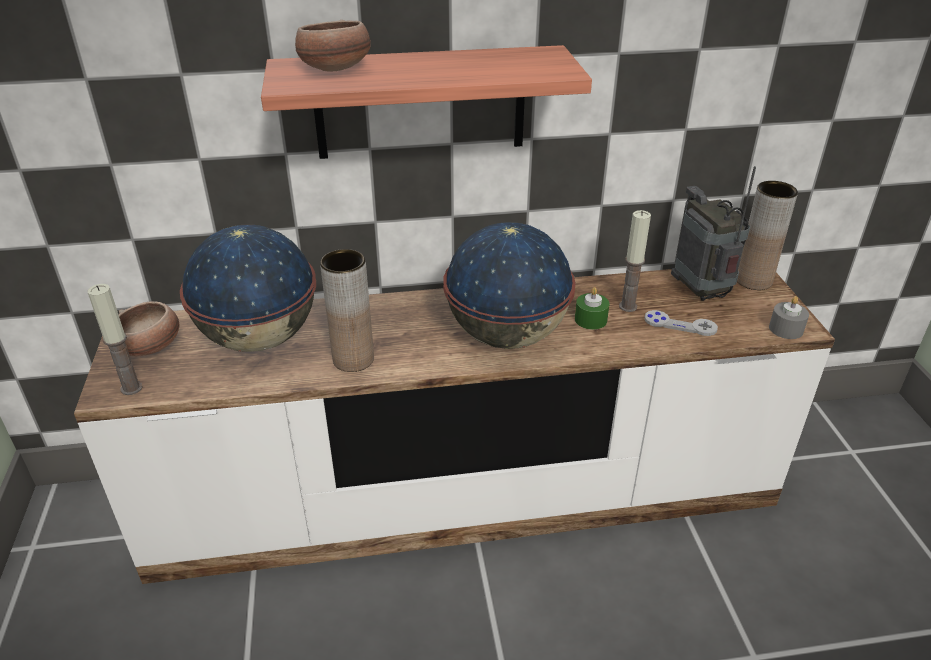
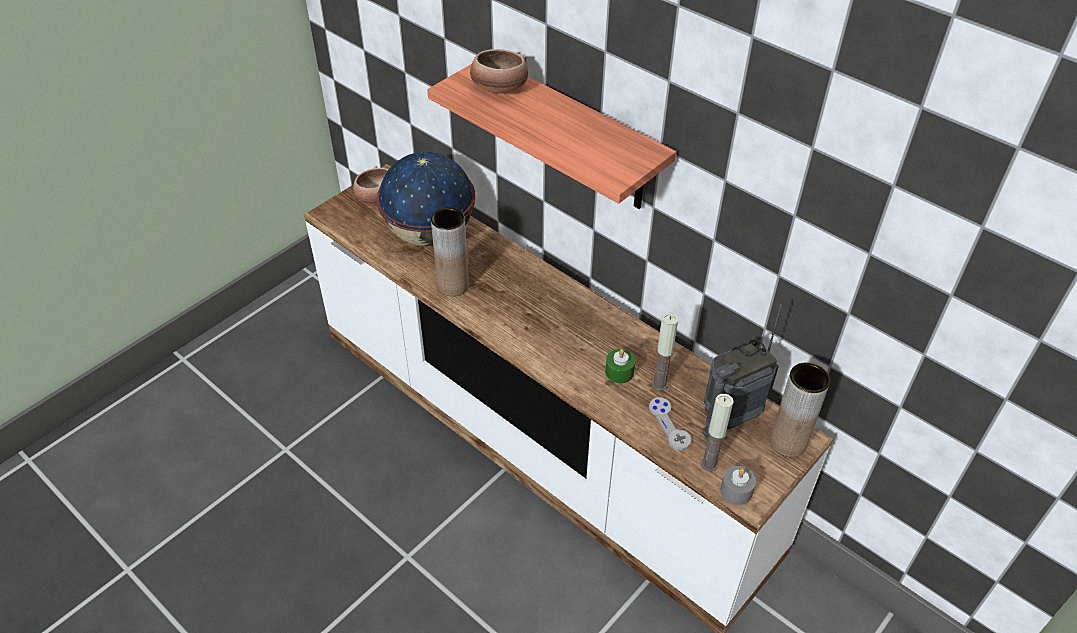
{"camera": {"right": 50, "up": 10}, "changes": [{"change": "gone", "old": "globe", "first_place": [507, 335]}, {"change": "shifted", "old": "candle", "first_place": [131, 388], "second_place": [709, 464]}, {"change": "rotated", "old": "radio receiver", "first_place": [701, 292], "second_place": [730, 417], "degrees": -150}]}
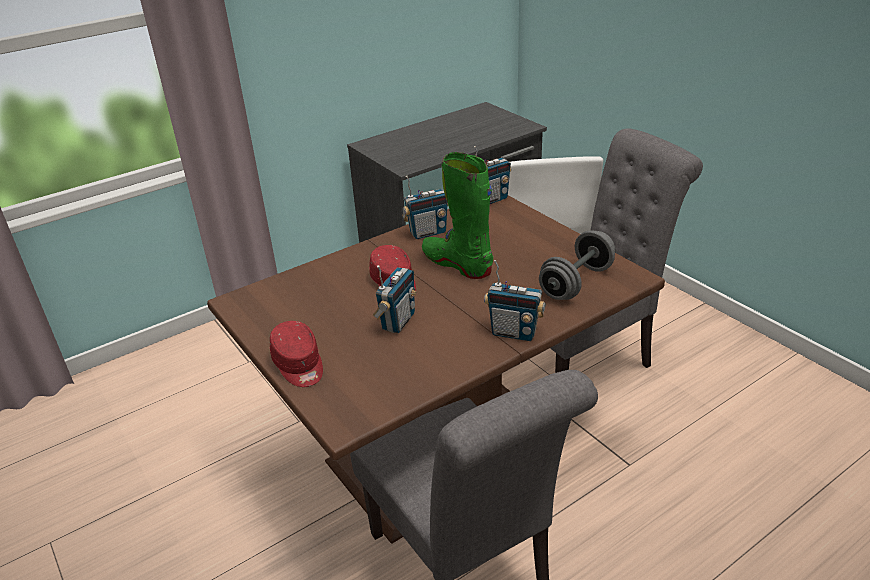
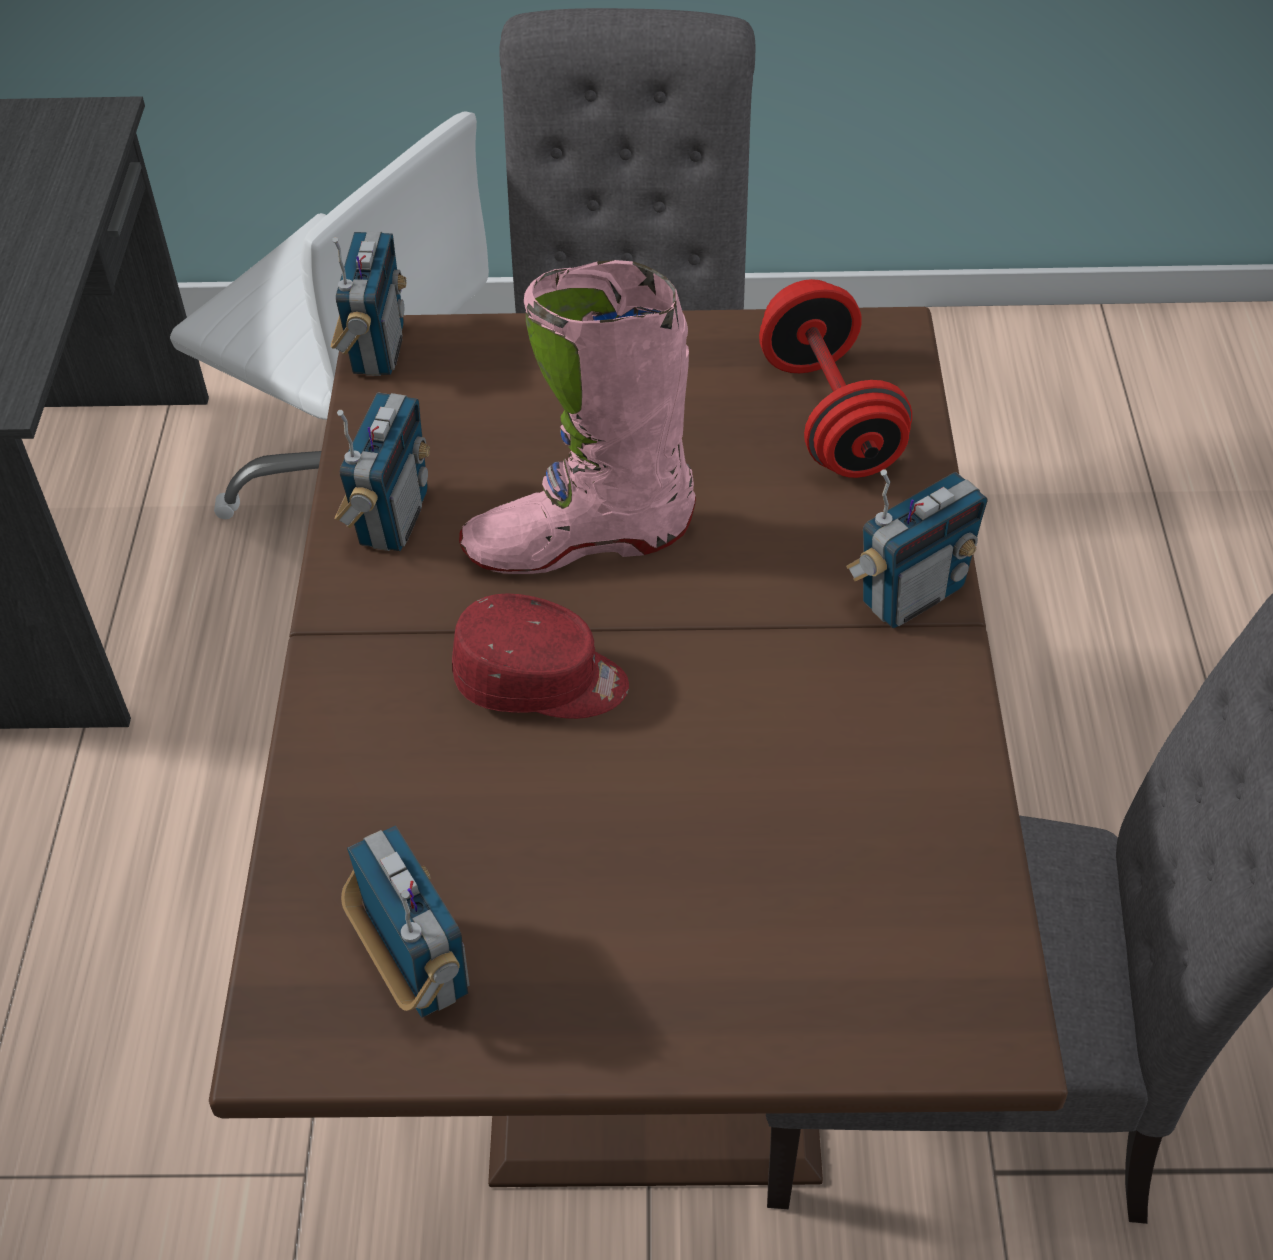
{"camera": {"right": -55, "up": 15}, "changes": [{"change": "gone", "old": "red peaked cap", "first_place": [299, 365]}, {"change": "shifted", "old": "radio receiver", "first_place": [397, 321], "second_place": [417, 967]}, {"change": "repainted", "old": "greenish high-top boot", "new": "pink-coloured high-top boot", "first_place": [457, 264], "second_place": [579, 541]}, {"change": "repainted", "old": "greyish free weight", "new": "red free weight", "first_place": [576, 283], "second_place": [830, 416]}]}
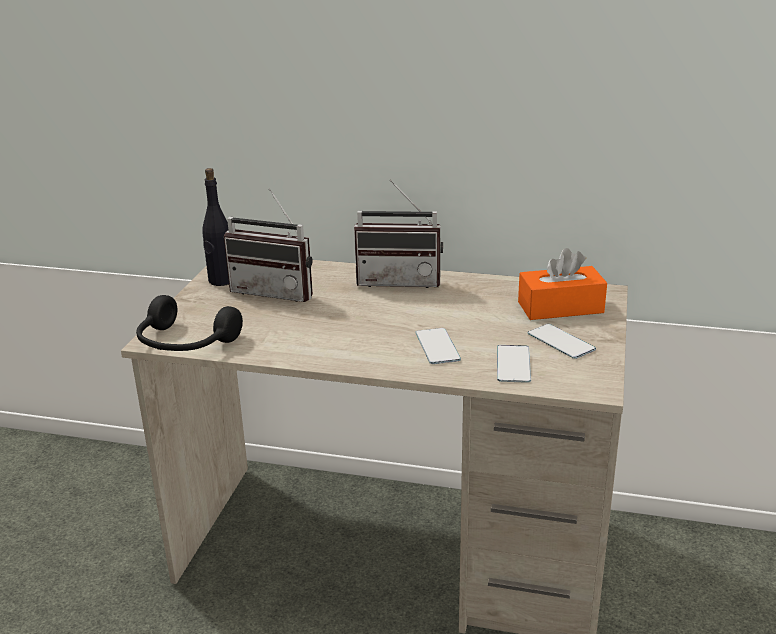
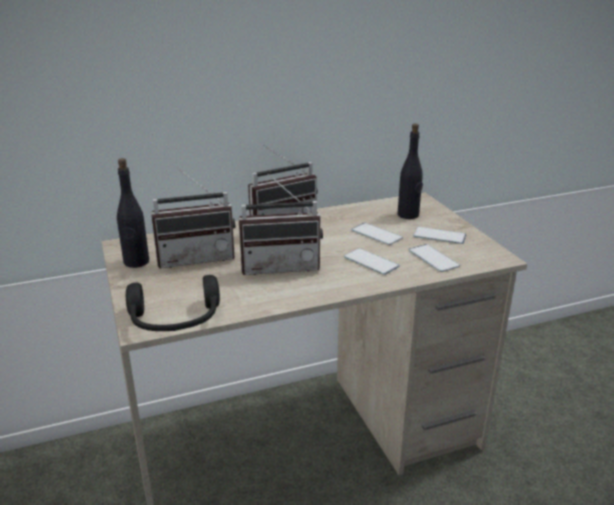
{"camera": {"right": -35, "up": 0}, "changes": [{"change": "new", "new": "radio receiver", "second_place": [281, 266]}, {"change": "new", "new": "telephone", "second_place": [376, 234]}, {"change": "swapped", "old": "orange-coloured box of tissues", "new": "black-coloured beverage bottle", "first_place": [560, 307], "second_place": [408, 215]}]}
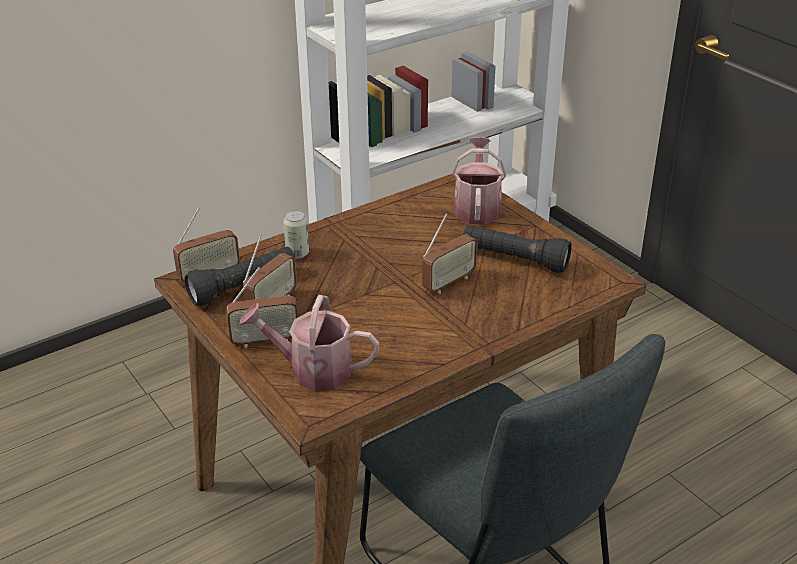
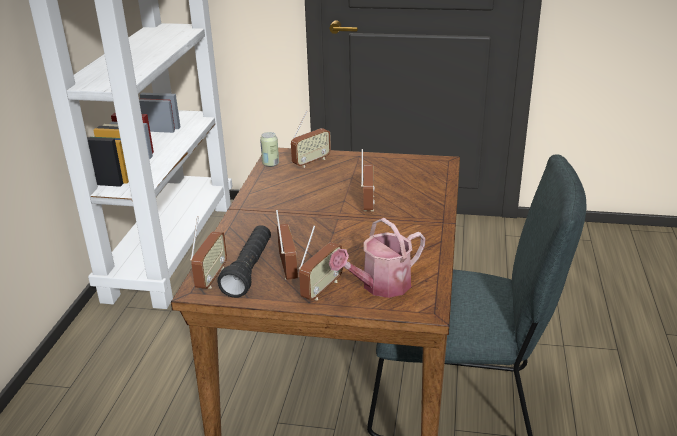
{"camera": {"right": -45, "up": -5}, "changes": [{"change": "gone", "old": "black-coloured hand torch", "first_place": [514, 260]}, {"change": "shifted", "old": "metal can", "first_place": [297, 253], "second_place": [270, 164]}, {"change": "swapped", "old": "watering pot", "new": "radio receiver", "first_place": [477, 207], "second_place": [311, 162]}]}
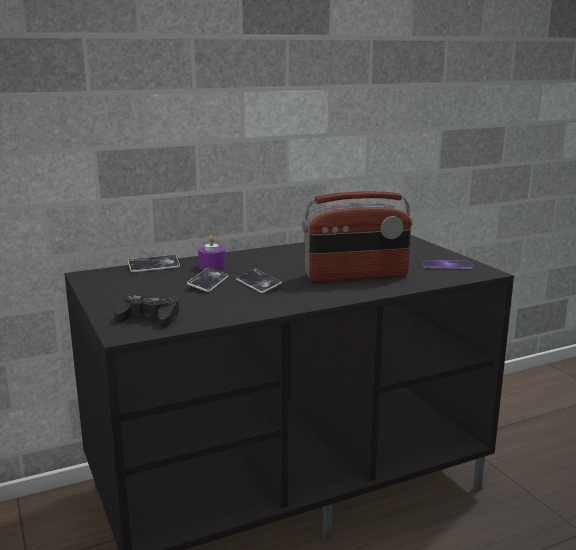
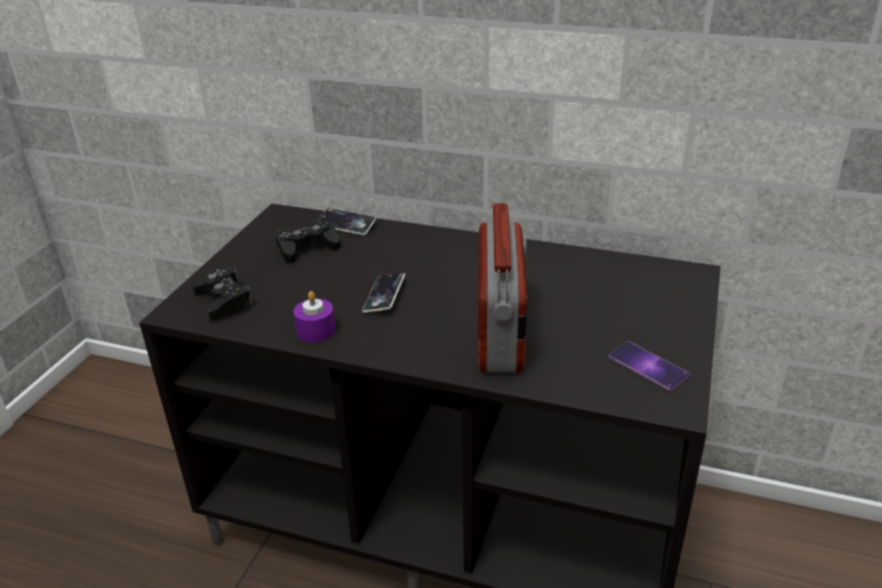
{"camera": {"right": 45, "up": 15}, "changes": [{"change": "gone", "old": "telephone", "first_place": [208, 283]}, {"change": "new", "new": "black-coloured joypad", "second_place": [307, 247]}, {"change": "shifted", "old": "purplish candle", "first_place": [212, 266], "second_place": [316, 330]}, {"change": "rotated", "old": "radio receiver", "first_place": [356, 276], "second_place": [501, 331], "degrees": -120}]}
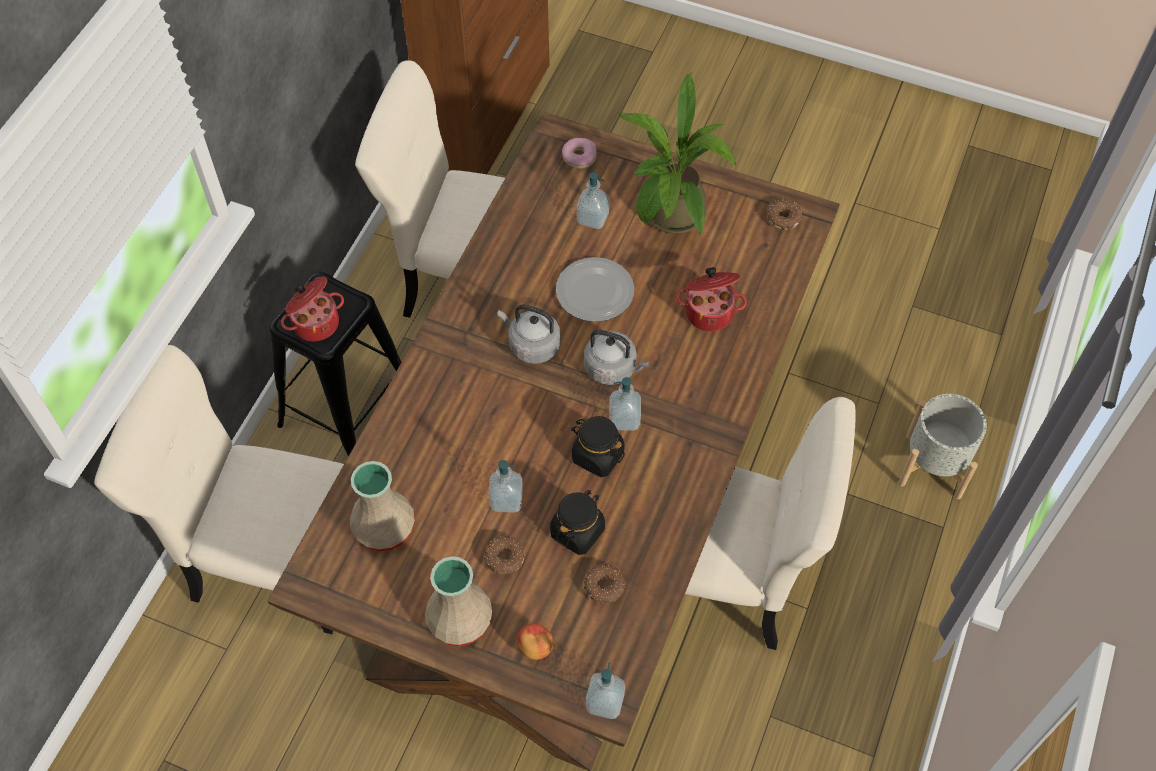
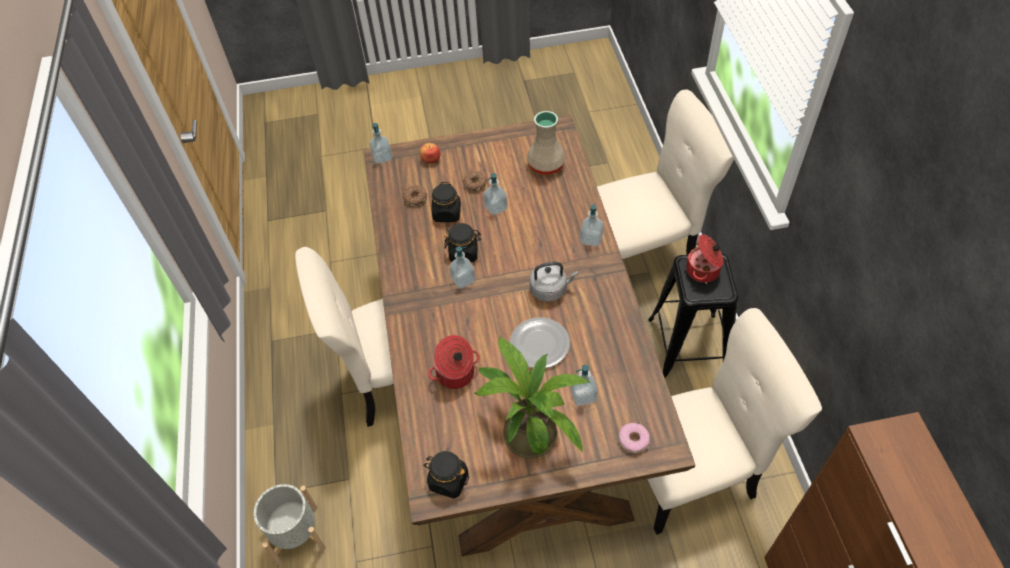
{"camera": {"right": 150, "up": -5}, "changes": [{"change": "gone", "old": "sand-coloured vase", "first_place": [458, 621]}, {"change": "gone", "old": "greyish kettle", "first_place": [613, 368]}, {"change": "new", "new": "soap bottle", "second_place": [591, 239]}, {"change": "swapped", "old": "doughnut", "new": "black-coloured storage jar", "first_place": [783, 217], "second_place": [448, 480]}]}
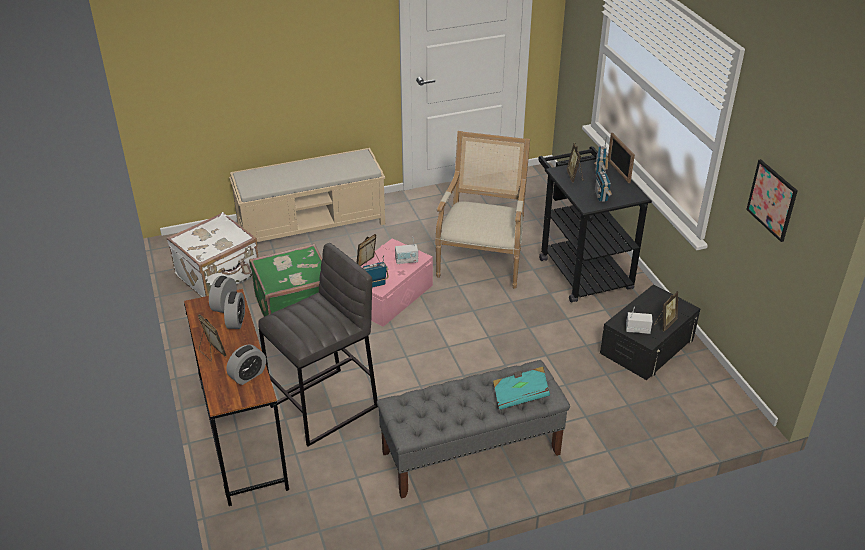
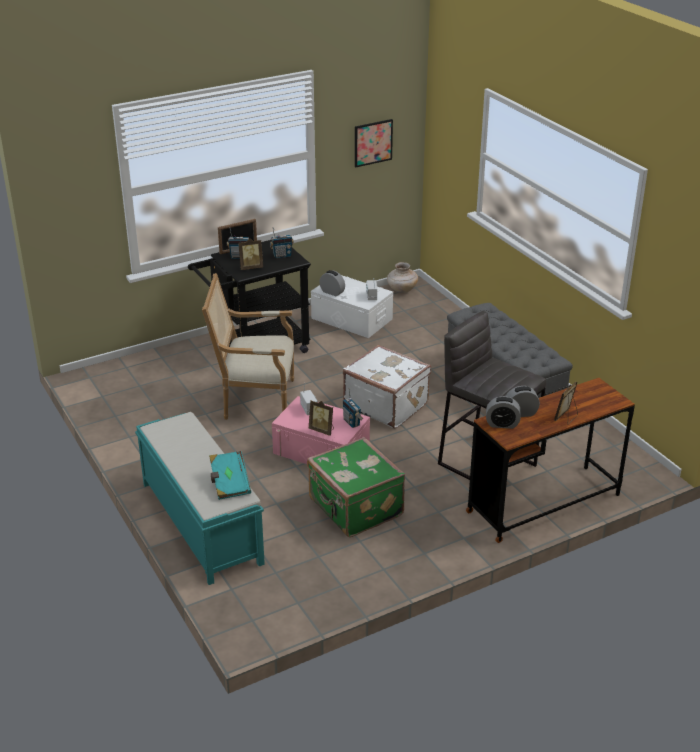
{"camera": {"right": -100, "up": -5}, "changes": [{"change": "gone", "old": "photo frame", "first_place": [664, 323]}, {"change": "new", "new": "sand-coloured vase", "second_place": [401, 290]}, {"change": "shifted", "old": "white travel case", "first_place": [219, 275], "second_place": [386, 404]}, {"change": "shifted", "old": "alarm clock", "first_place": [248, 375], "second_place": [332, 292]}, {"change": "shifted", "old": "blue-green volume", "first_place": [520, 396], "second_place": [229, 483]}, {"change": "repainted", "old": "sand-coloured bench", "new": "blue-green bench", "first_place": [312, 224], "second_place": [200, 522]}, {"change": "repainted", "old": "black-coloured storage container", "new": "white storage container", "first_place": [647, 345], "second_place": [351, 318]}]}
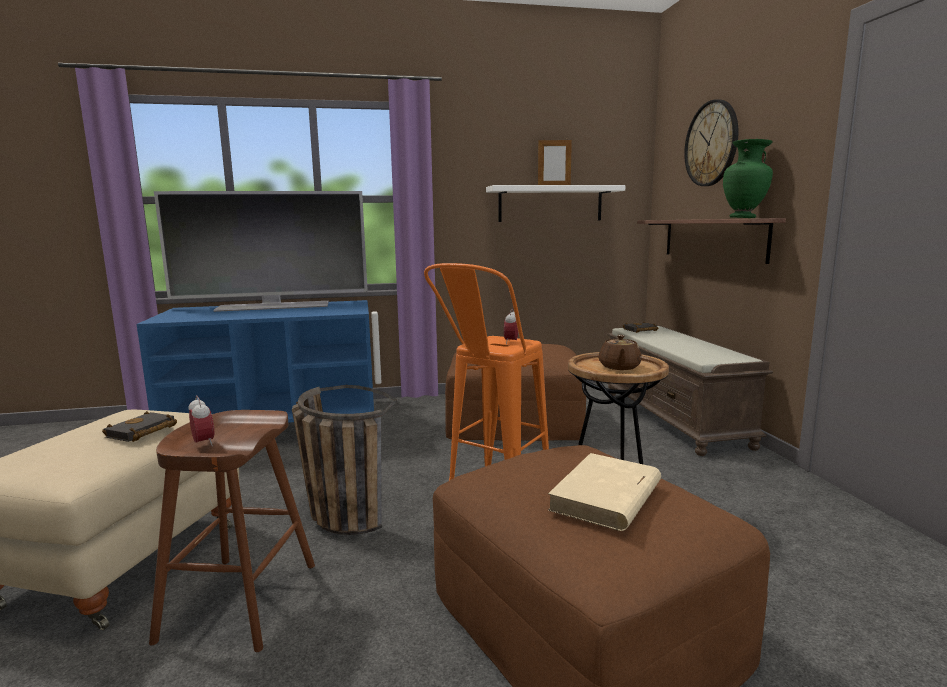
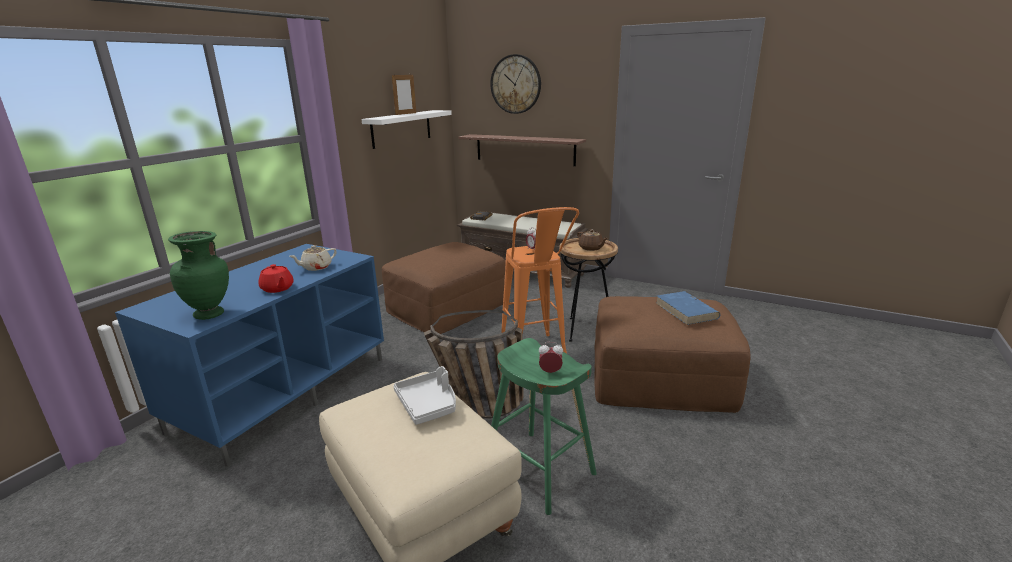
{"camera": {"right": -50, "up": 10}, "changes": [{"change": "gone", "old": "television", "first_place": [273, 306]}, {"change": "new", "new": "red pot for tea", "second_place": [277, 289]}, {"change": "new", "new": "sand-coloured pot for tea", "second_place": [316, 267]}, {"change": "shifted", "old": "greenish vase", "first_place": [743, 218], "second_place": [210, 314]}, {"change": "swapped", "old": "black-coloured volume", "new": "greyish carrying tray", "first_place": [141, 432], "second_place": [428, 404]}, {"change": "repainted", "old": "brown-coloured stool seat", "new": "greenish stool seat", "first_place": [240, 602], "second_place": [539, 470]}, {"change": "repainted", "old": "sand-coloured volume", "new": "blue volume", "first_place": [606, 497], "second_place": [686, 311]}]}
